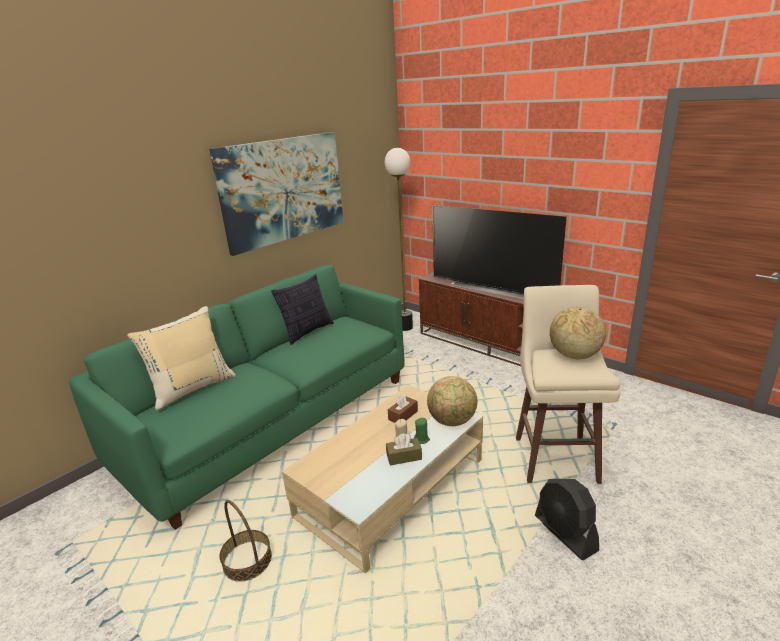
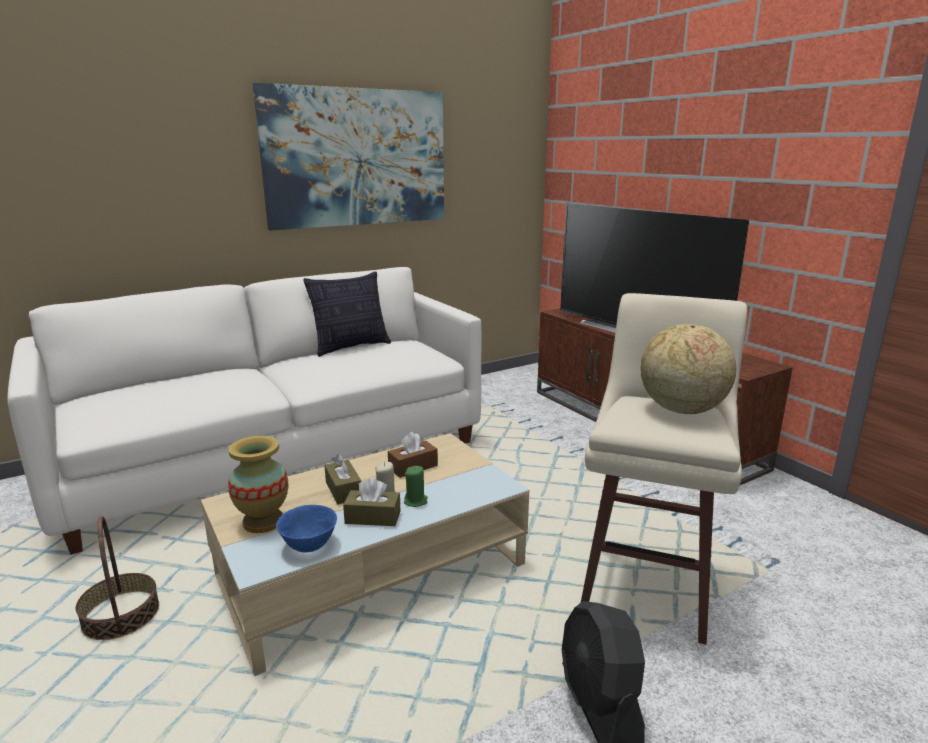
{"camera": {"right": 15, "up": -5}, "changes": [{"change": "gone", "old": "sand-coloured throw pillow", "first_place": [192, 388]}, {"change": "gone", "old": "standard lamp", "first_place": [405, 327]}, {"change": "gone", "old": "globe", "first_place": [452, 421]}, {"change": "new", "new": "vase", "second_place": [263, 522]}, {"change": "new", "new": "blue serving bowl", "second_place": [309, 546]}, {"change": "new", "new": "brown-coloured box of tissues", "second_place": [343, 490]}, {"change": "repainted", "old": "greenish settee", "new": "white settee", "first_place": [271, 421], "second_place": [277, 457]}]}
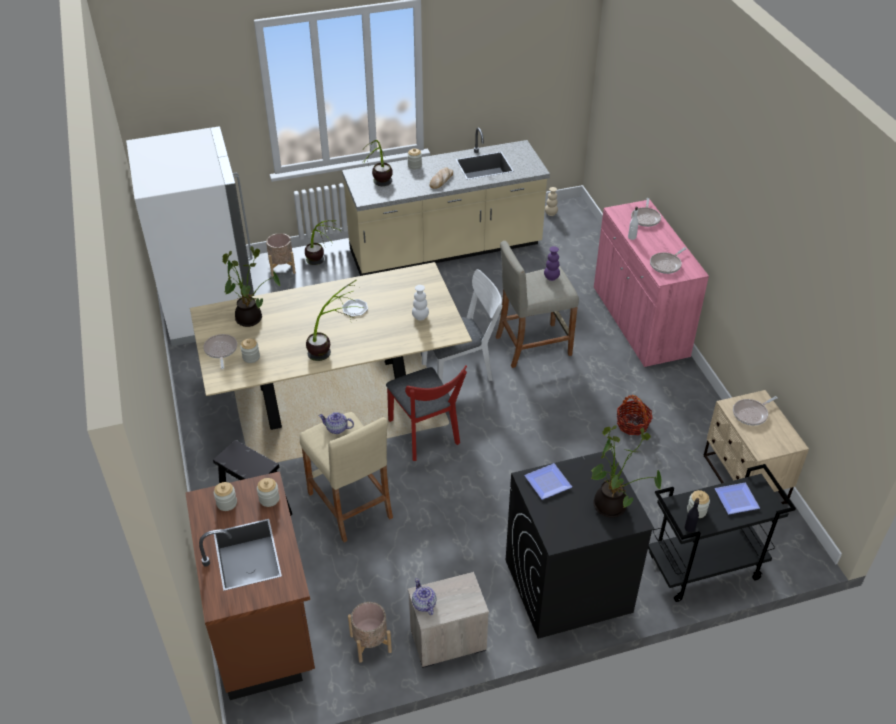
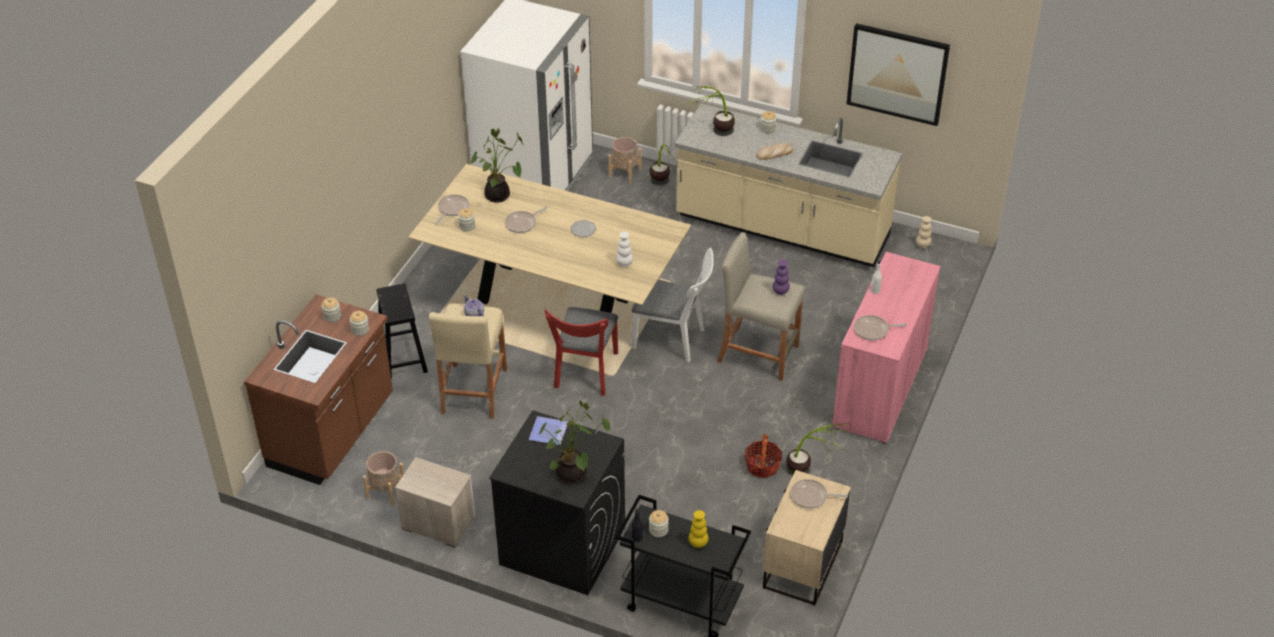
{"camera": {"right": 40, "up": 0}, "changes": [{"change": "gone", "old": "pot for tea", "first_place": [424, 604]}, {"change": "new", "new": "wall art", "second_place": [897, 73]}, {"change": "shifted", "old": "potted plant", "first_place": [333, 349], "second_place": [811, 472]}, {"change": "shifted", "old": "frying pan", "first_place": [645, 218], "second_place": [522, 223]}, {"change": "swapped", "old": "plate", "new": "yellow-coloured vase", "first_place": [735, 501], "second_place": [698, 543]}]}
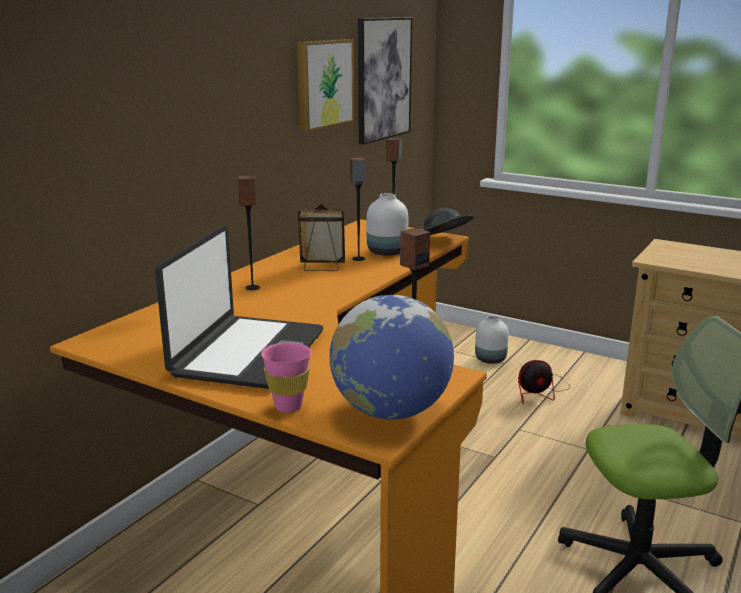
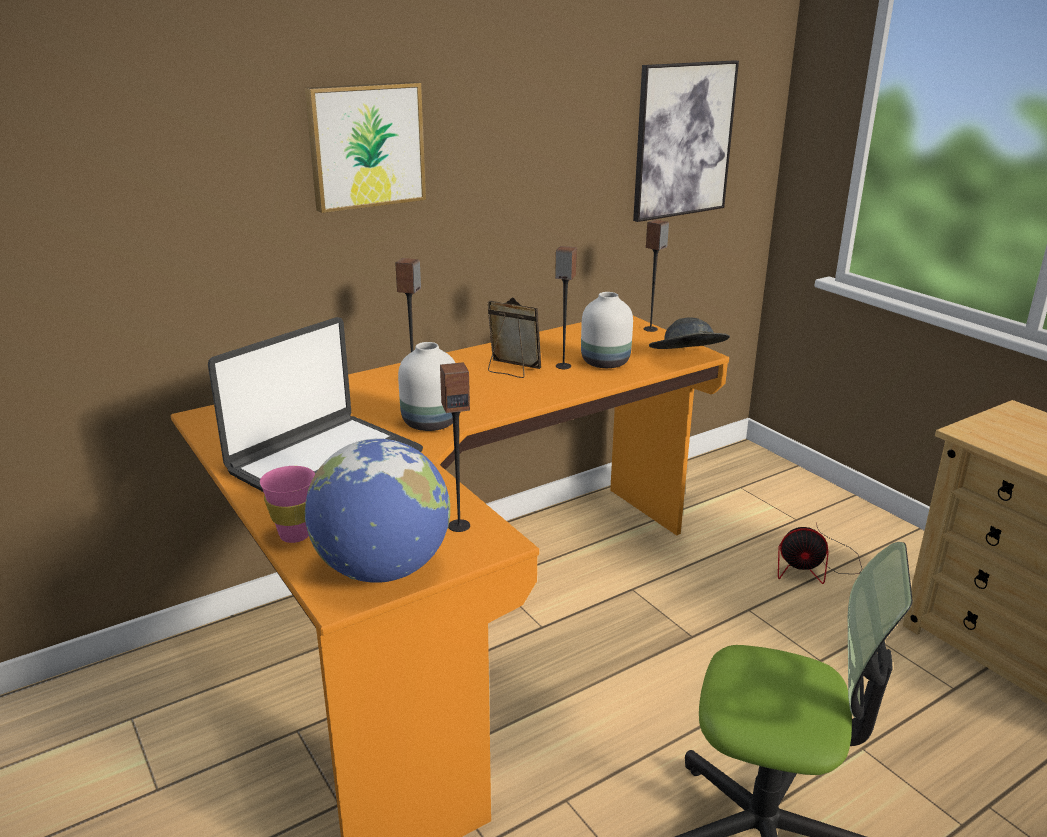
{"camera": {"right": 25, "up": 5}, "changes": [{"change": "shifted", "old": "wall art", "first_place": [322, 83], "second_place": [365, 145]}, {"change": "shifted", "old": "white vase", "first_place": [490, 359], "second_place": [431, 422]}]}
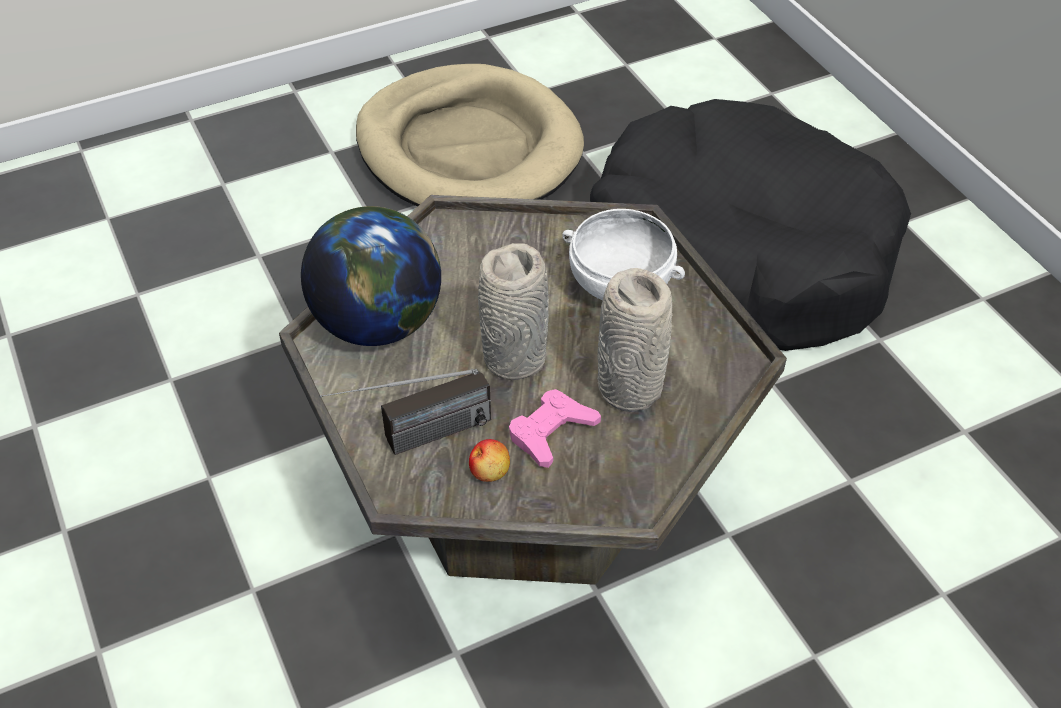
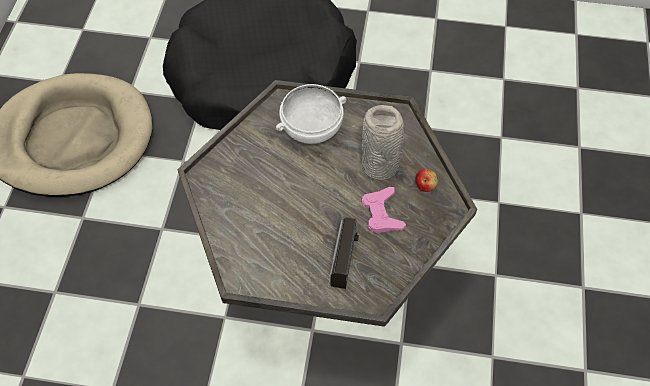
{"camera": {"right": -55, "up": 10}, "changes": [{"change": "gone", "old": "globe", "first_place": [378, 323]}, {"change": "gone", "old": "greyish vase", "first_place": [514, 357]}, {"change": "shifted", "old": "apple fruit", "first_place": [490, 471], "second_place": [425, 185]}]}
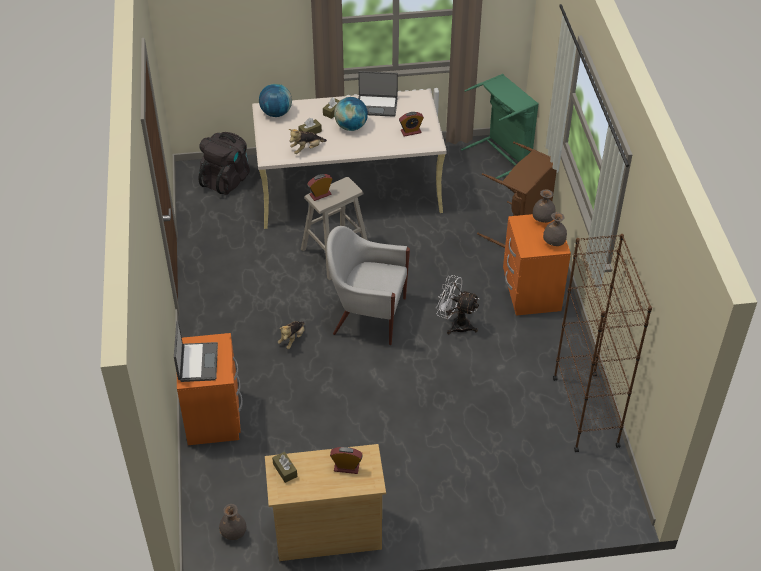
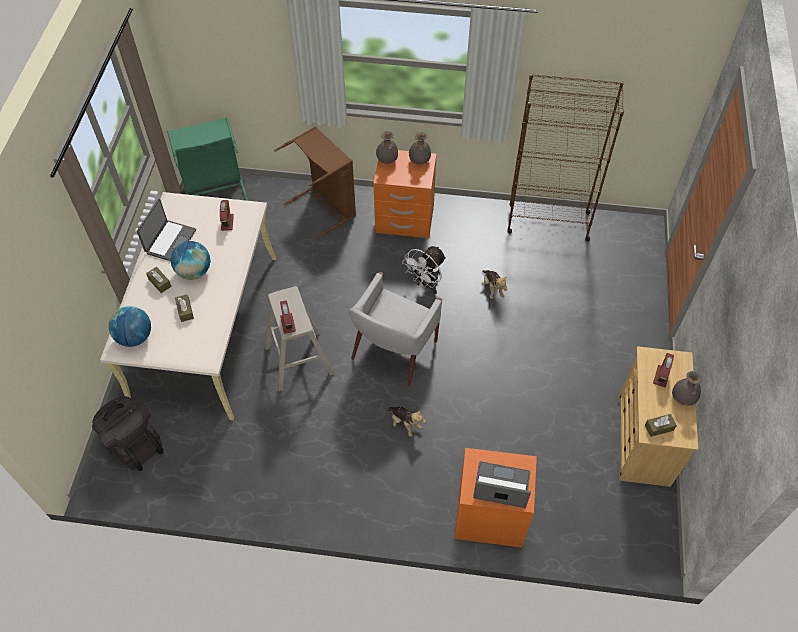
{"camera": {"right": -75, "up": 10}, "changes": [{"change": "shifted", "old": "greyish vase", "first_place": [233, 533], "second_place": [683, 398]}, {"change": "shifted", "old": "soft toy", "first_place": [306, 149], "second_place": [492, 288]}]}
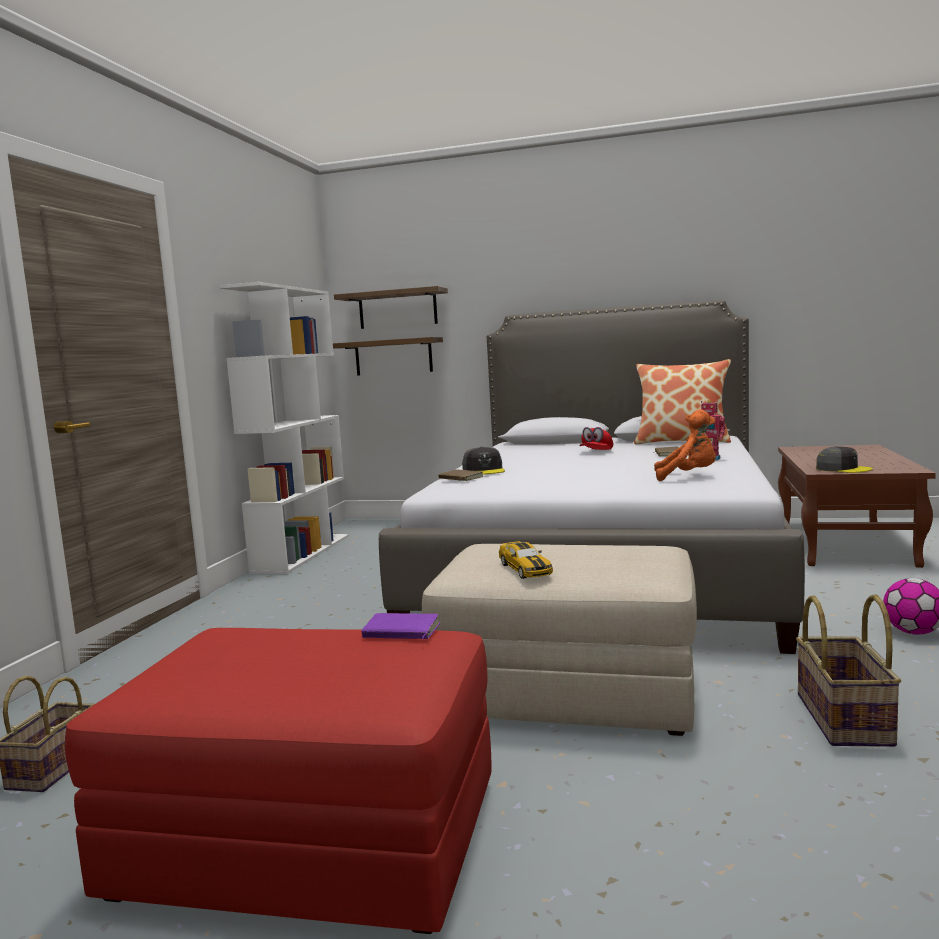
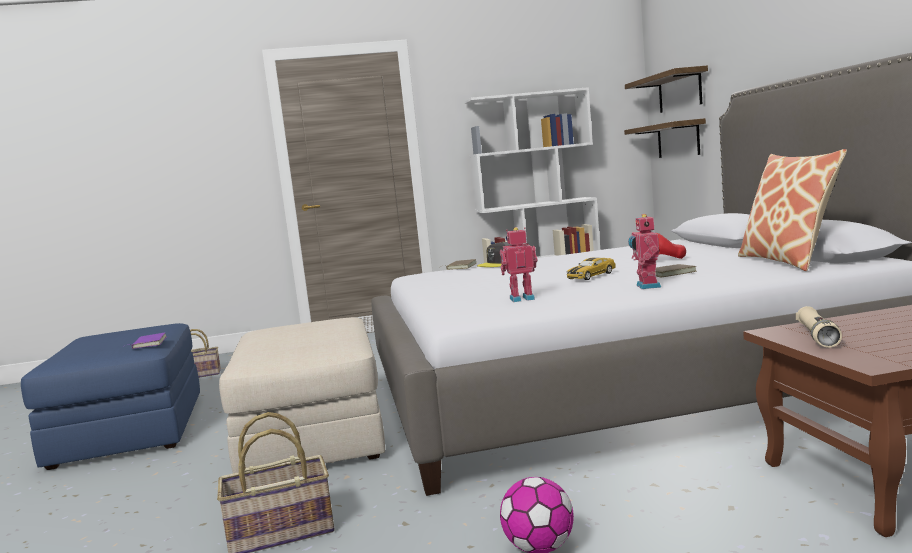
{"camera": {"right": 65, "up": 0}, "changes": [{"change": "shifted", "old": "model car", "first_place": [525, 569], "second_place": [591, 276]}, {"change": "swapped", "old": "orange-coloured soft toy", "new": "model robot", "first_place": [688, 476], "second_place": [521, 298]}, {"change": "swapped", "old": "greyish peaked cap", "new": "sand-coloured hand torch", "first_place": [843, 469], "second_place": [817, 337]}, {"change": "repainted", "old": "red pouffe", "new": "blue pouffe", "first_place": [308, 839], "second_place": [129, 430]}]}
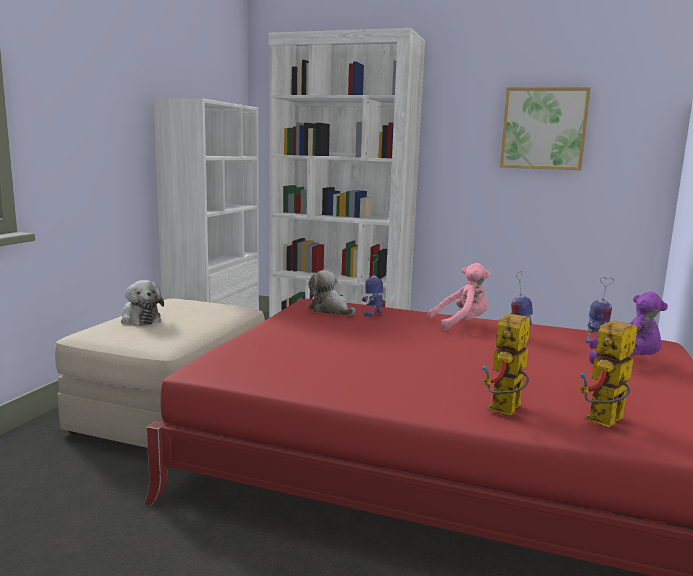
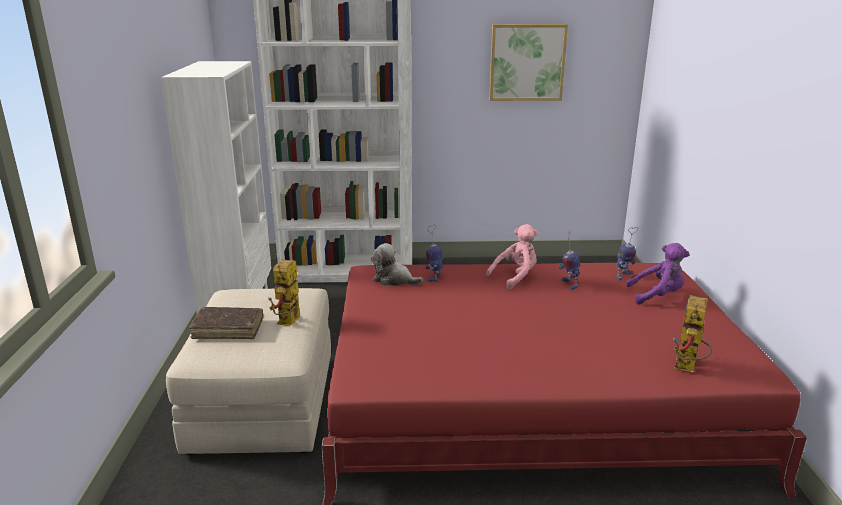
{"camera": {"right": -20, "up": 10}, "changes": [{"change": "shifted", "old": "model robot", "first_place": [505, 411], "second_place": [289, 323]}, {"change": "swapped", "old": "soft toy", "new": "brown-coloured volume", "first_place": [140, 319], "second_place": [228, 329]}]}
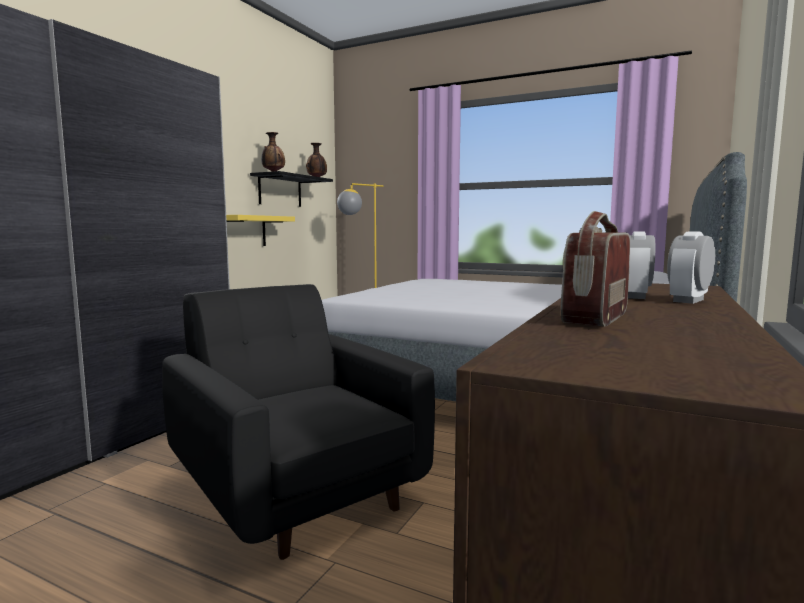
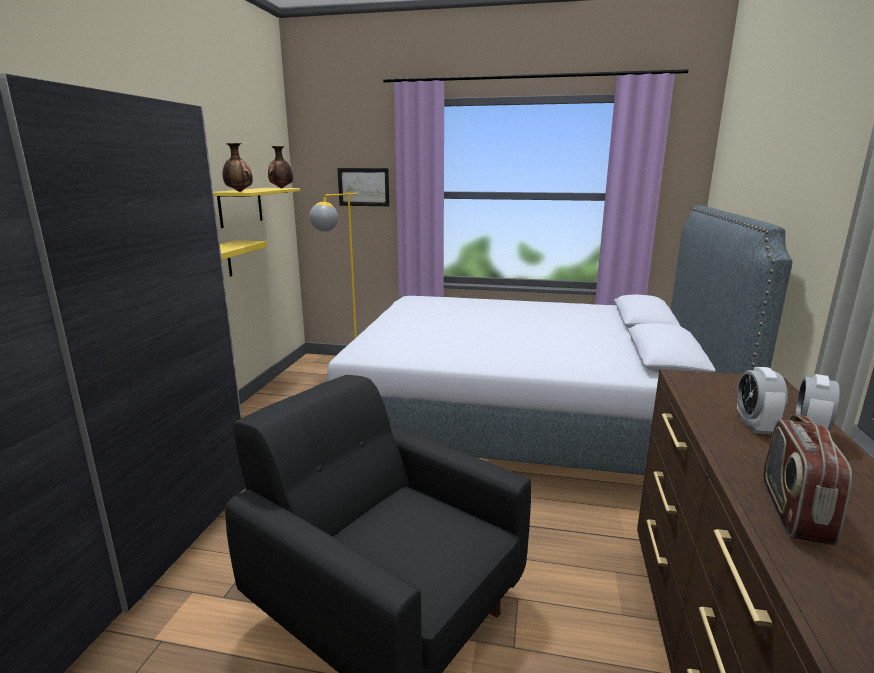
{"camera": {"right": -15, "up": 10}, "changes": [{"change": "new", "new": "wall art", "second_place": [363, 187]}, {"change": "repainted", "old": "black-coloured bracket shelf", "new": "yellow-coloured bracket shelf", "first_place": [280, 191], "second_place": [240, 207]}]}
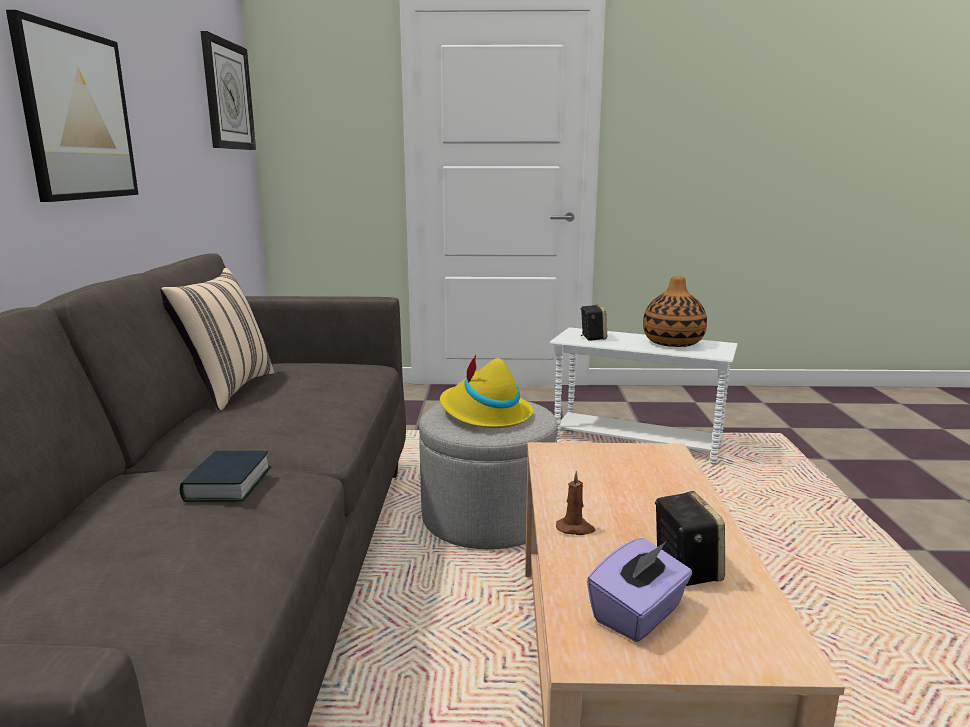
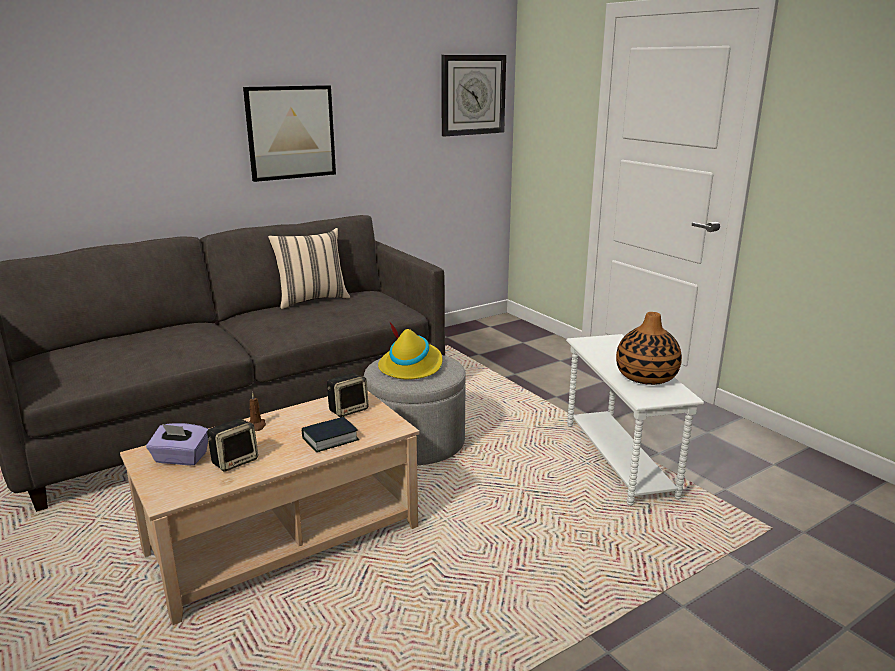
{"camera": {"right": 55, "up": 5}, "changes": [{"change": "shifted", "old": "volume", "first_place": [228, 484], "second_place": [330, 439]}, {"change": "shifted", "old": "audio speaker", "first_place": [592, 337], "second_place": [348, 409]}]}
